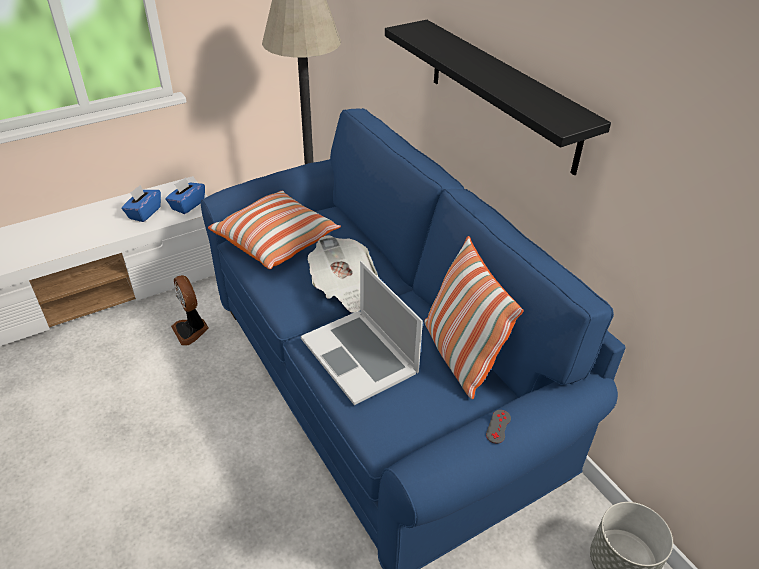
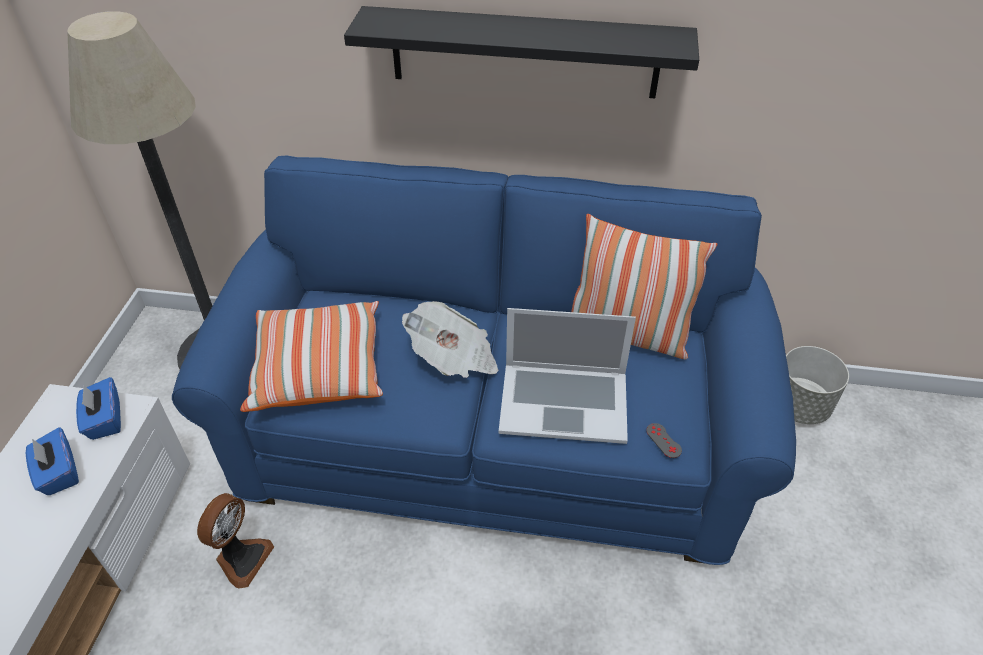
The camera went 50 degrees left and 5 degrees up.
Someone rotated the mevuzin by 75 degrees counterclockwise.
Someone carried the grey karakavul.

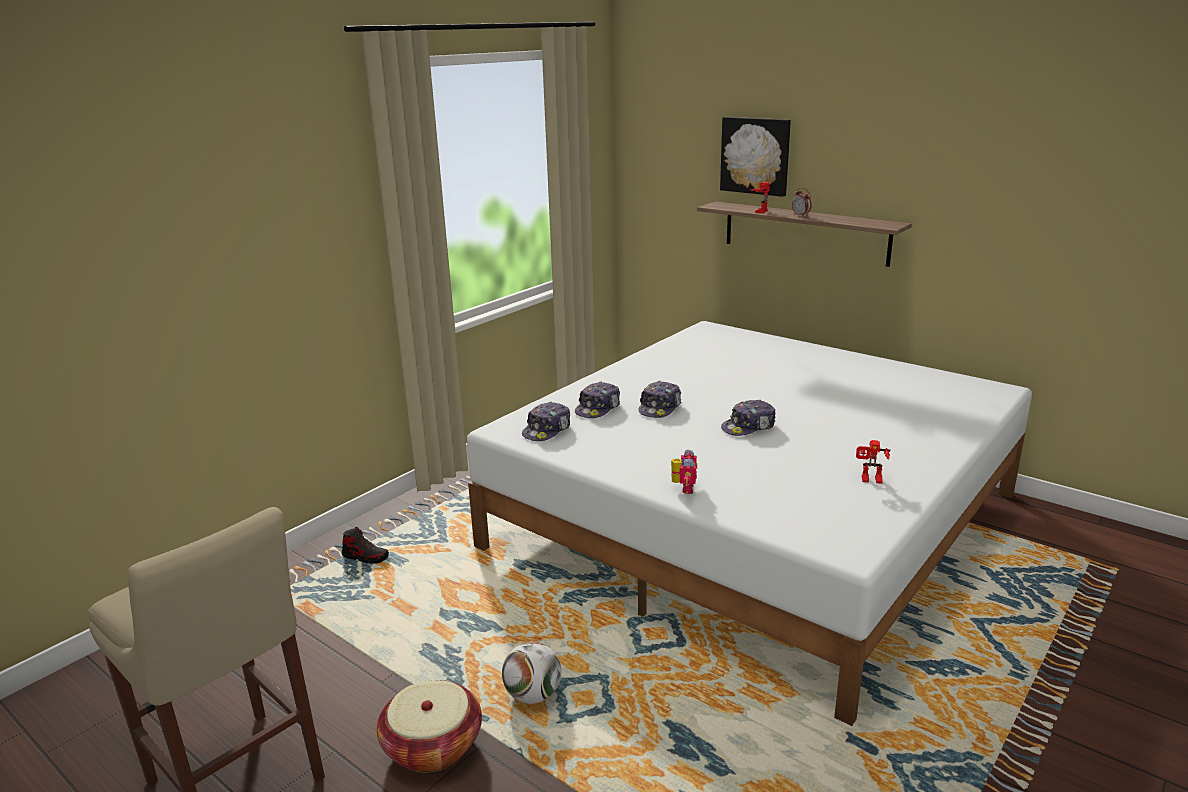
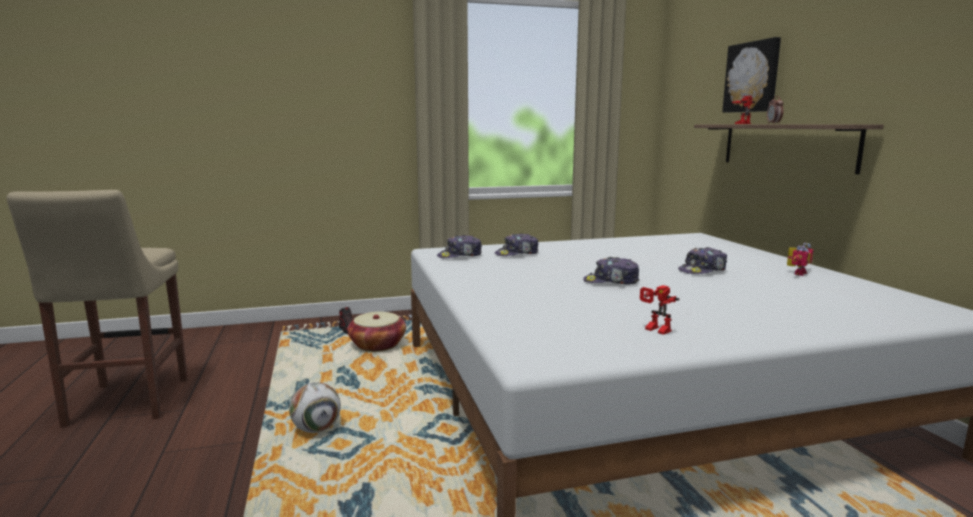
The camera went 35 degrees right and 10 degrees down.
Someone carried the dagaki.
Someone carried the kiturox (no. 3 from left in the first image).
Someone carried the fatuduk (no. 1 from left in the first image).

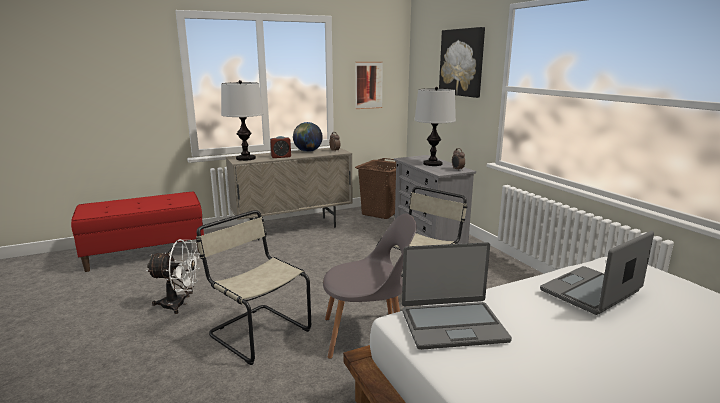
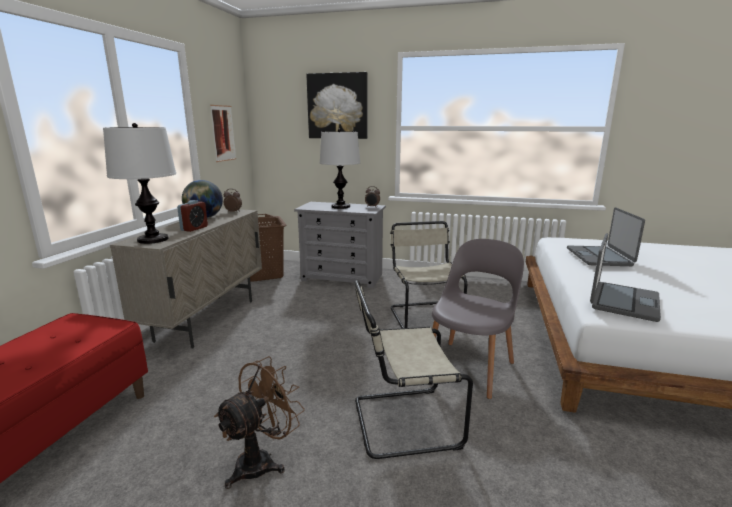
The camera went 50 degrees left and 0 degrees up.
Someone repainted the white mevuzin, which became the brown mevuzin.

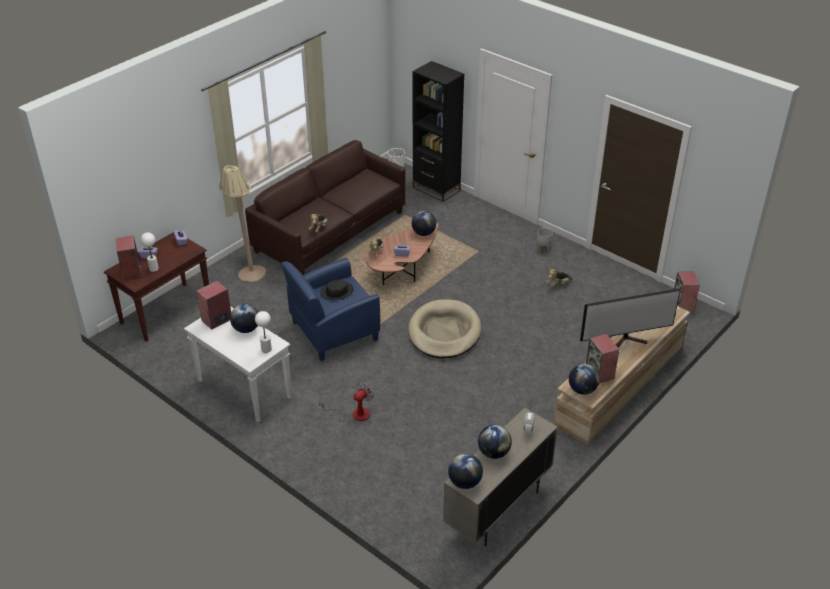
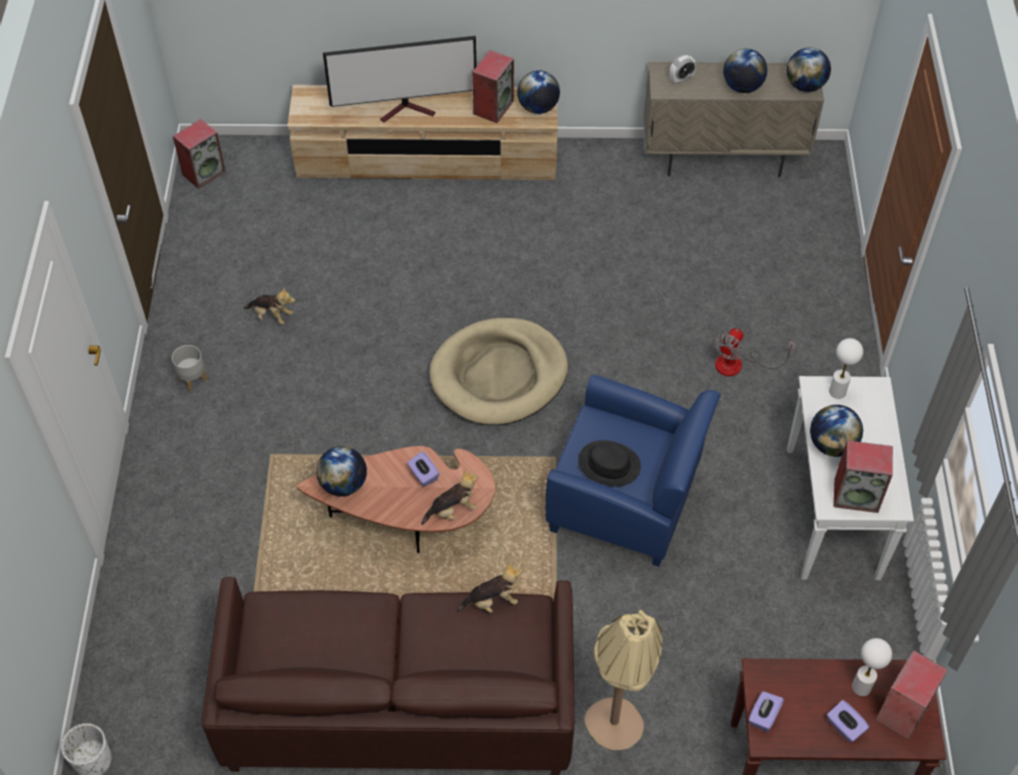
The camera went 130 degrees left and 15 degrees up.
Someone rotated the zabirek by 135 degrees clockwise.
Someone rotated the mevuzin by 60 degrees counterclockwise.
Someone took away the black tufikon.

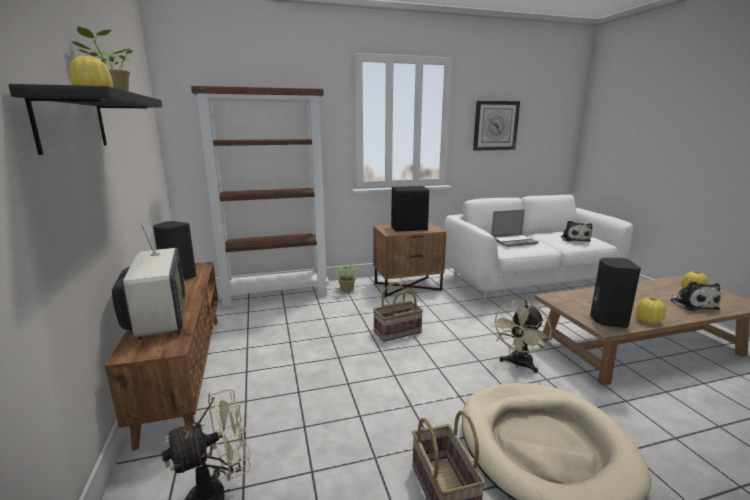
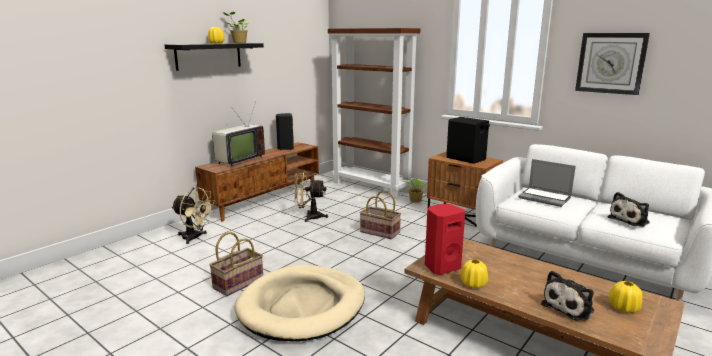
The camera went 55 degrees right and 0 degrees up.
Someone carried the beige mevuzin (no. 2 from left).
Someone repainted the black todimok (no. 3 from left), which became the red todimok.

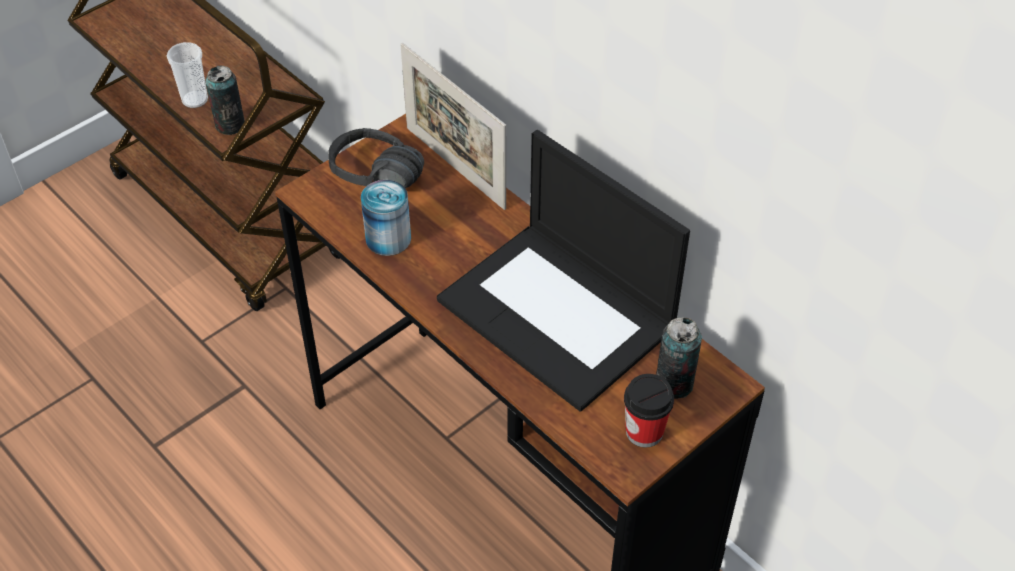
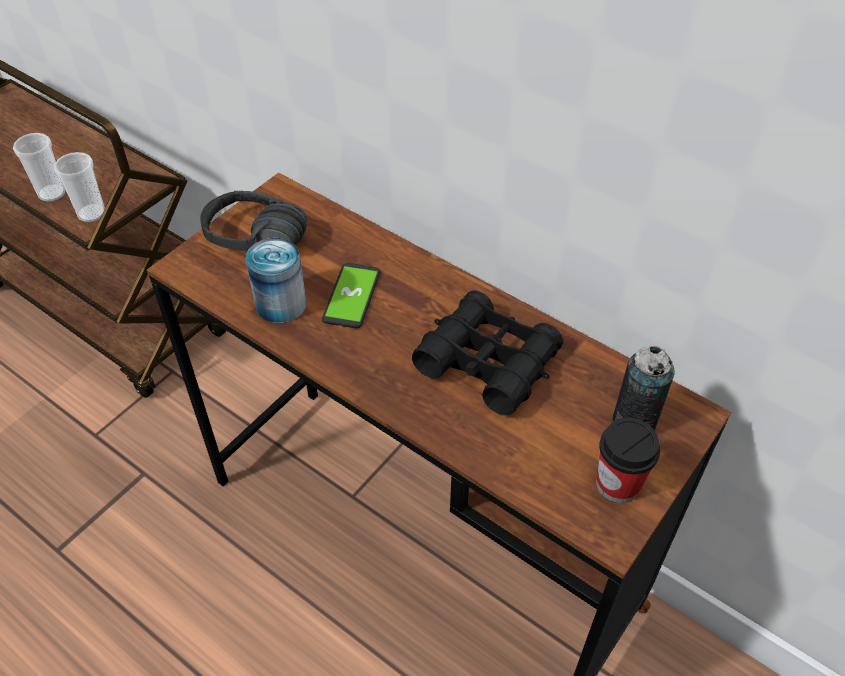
The camera went 10 degrees left and 0 degrees up.
Someone swapped the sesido (no. 1 from left) for the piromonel (no. 2 from left).
Someone put down the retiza.
Someone swapped the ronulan for the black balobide.
Someone took away the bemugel.

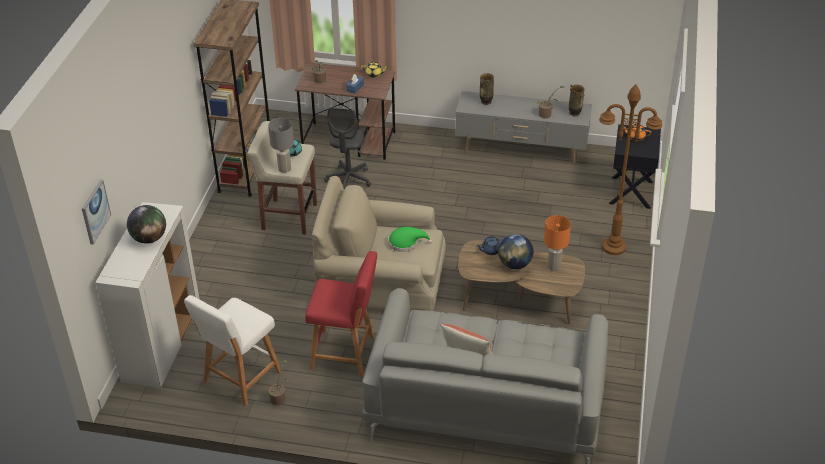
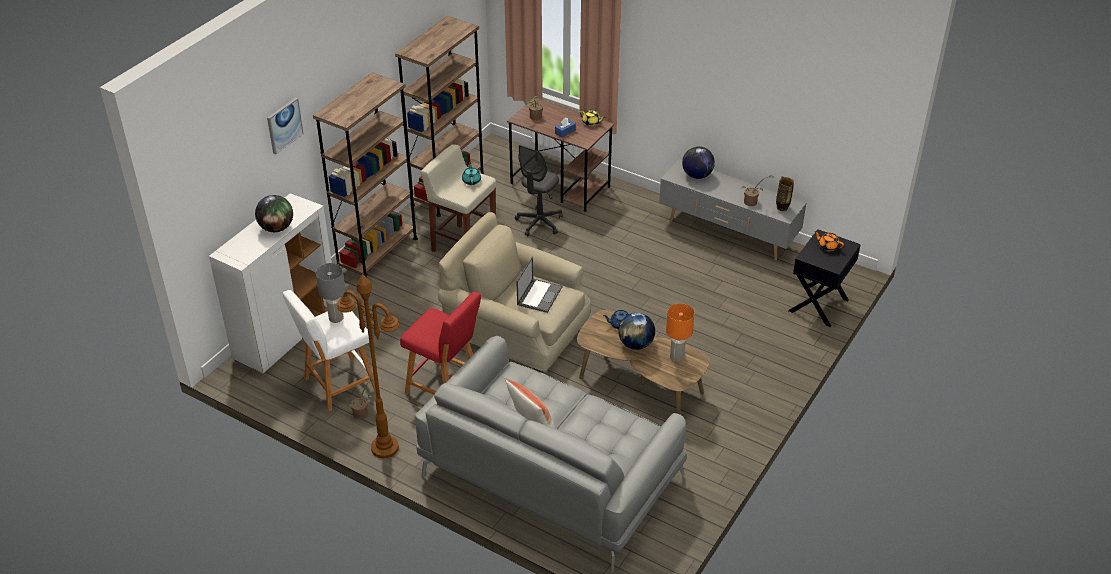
The camera went 20 degrees right and 0 degrees up.
Someone carried the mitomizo.
Someone put down the brown tufikon (no. 1 from left).
Someone carried the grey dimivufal.
Someone carried the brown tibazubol.
Someone swapped the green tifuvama for the ronulan.
Someone swapped the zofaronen (no. 1 from left) for the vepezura (no. 3 from left).

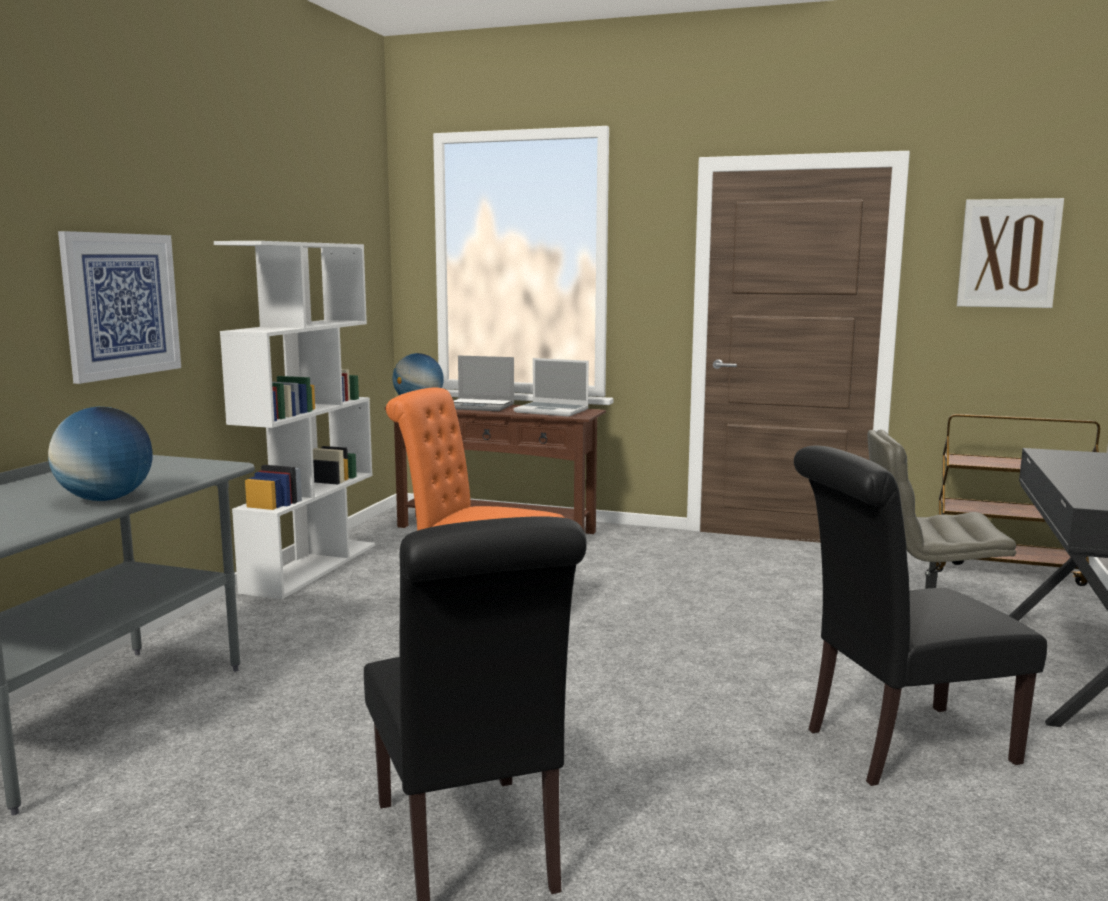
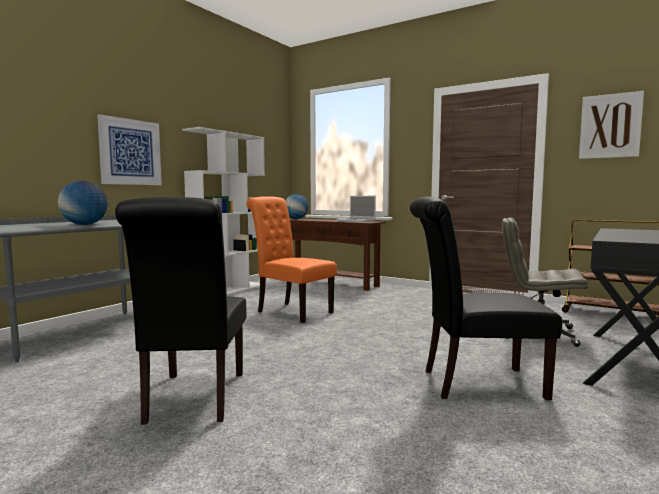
The camera went 15 degrees right and 5 degrees down.
Someone took away the ronulan (no. 1 from left).

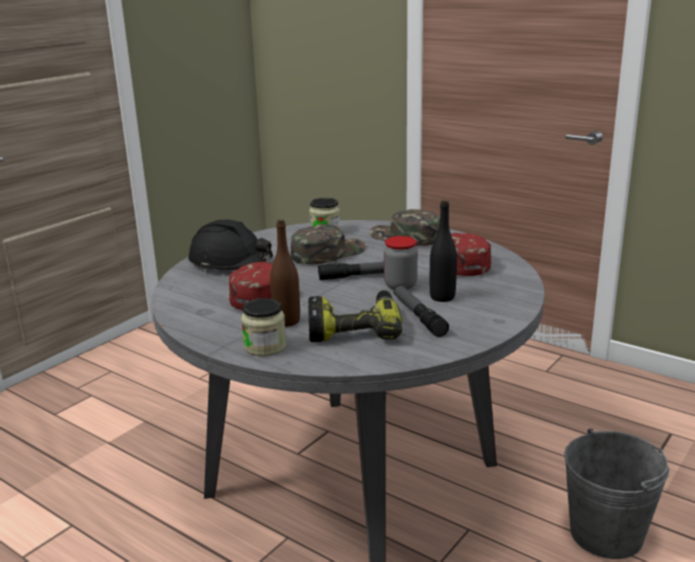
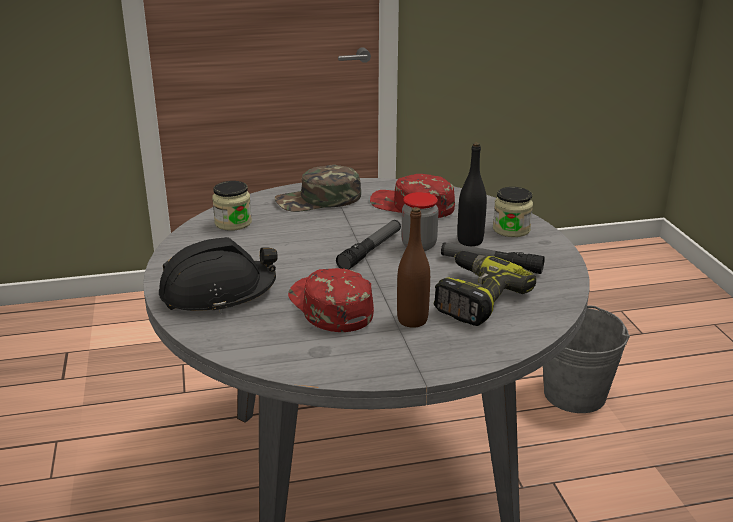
The camera went 50 degrees left and 5 degrees up.
Someone carried the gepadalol (no. 1 from left in the first image).
Someone took away the green kiturox (no. 1 from left).

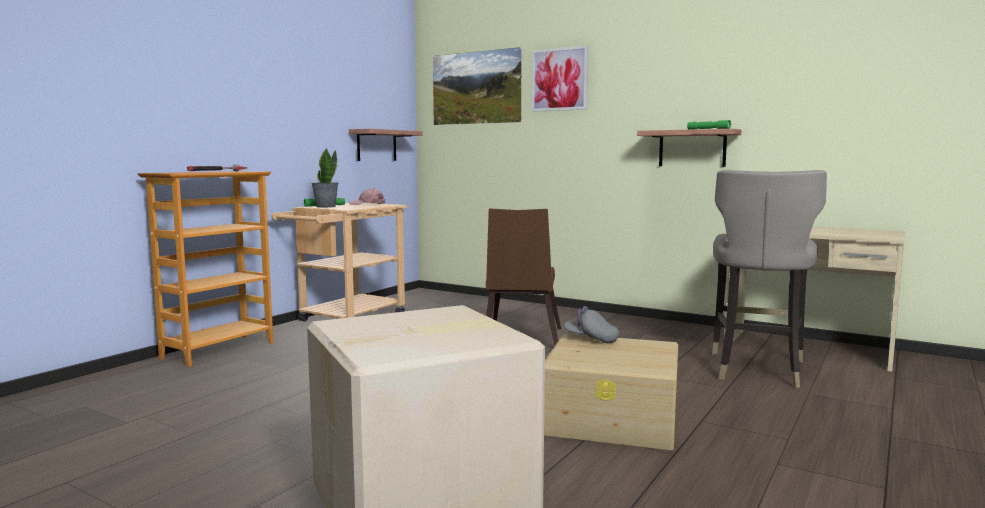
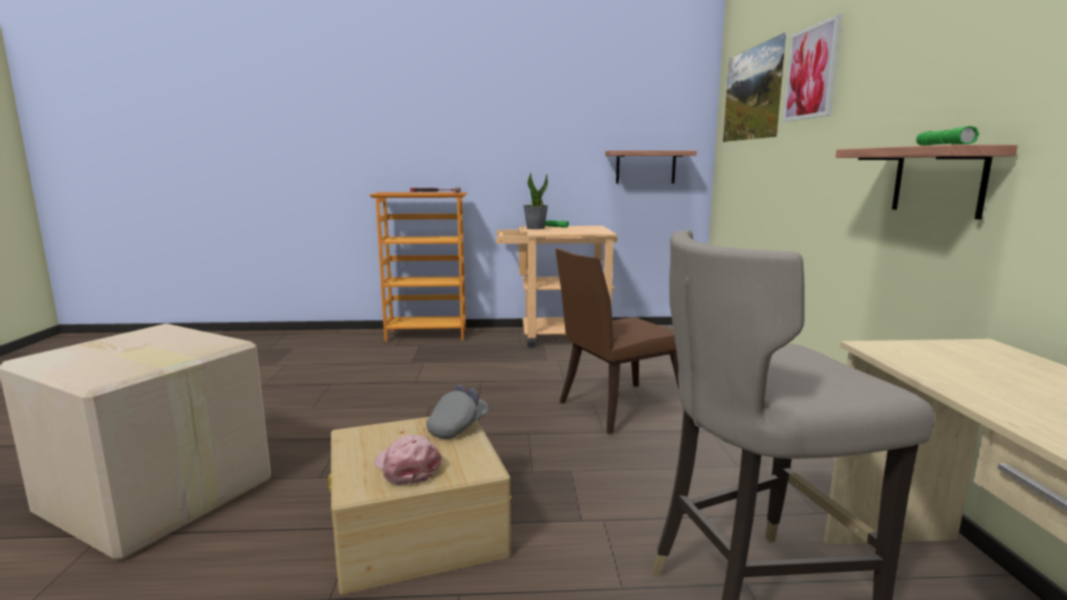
The camera went 55 degrees right and 5 degrees up.
Someone carried the pink kiturox.
Someone rotated the grey kiturox by 45 degrees clockwise.

